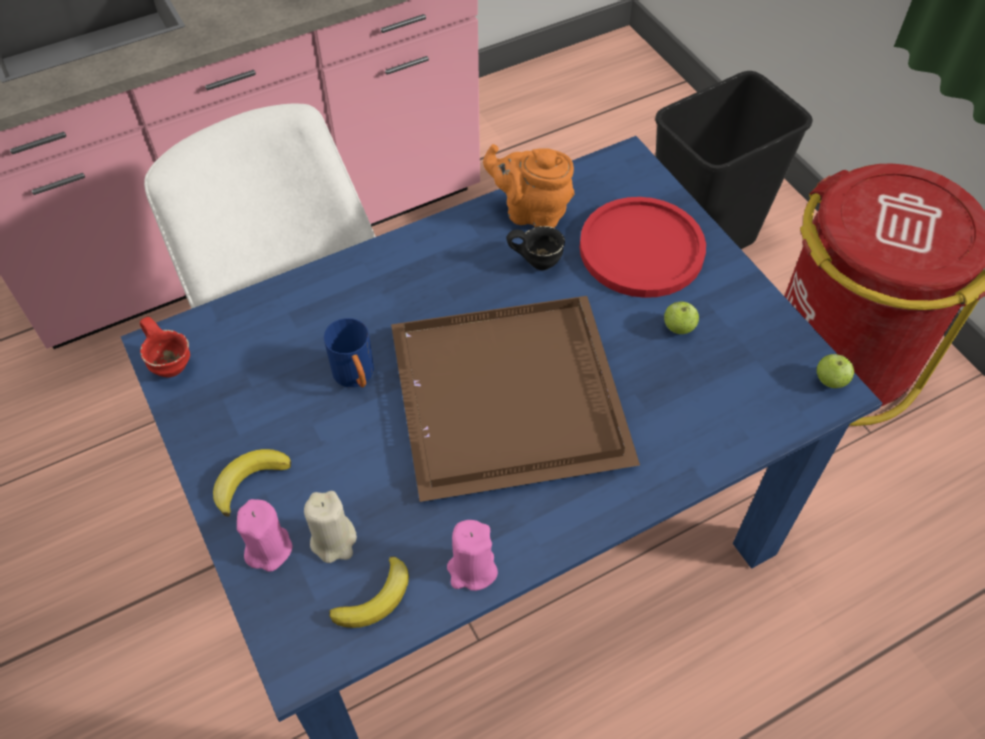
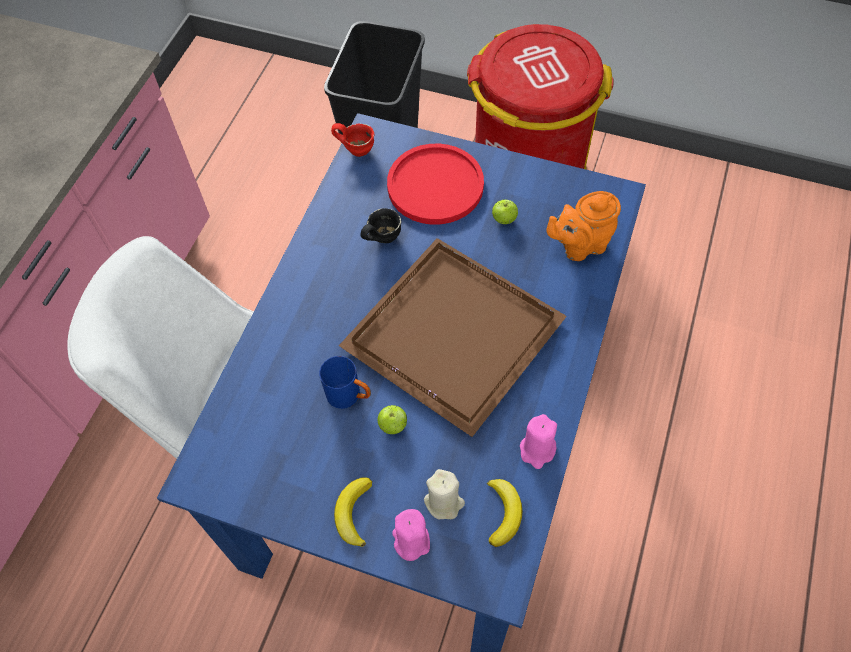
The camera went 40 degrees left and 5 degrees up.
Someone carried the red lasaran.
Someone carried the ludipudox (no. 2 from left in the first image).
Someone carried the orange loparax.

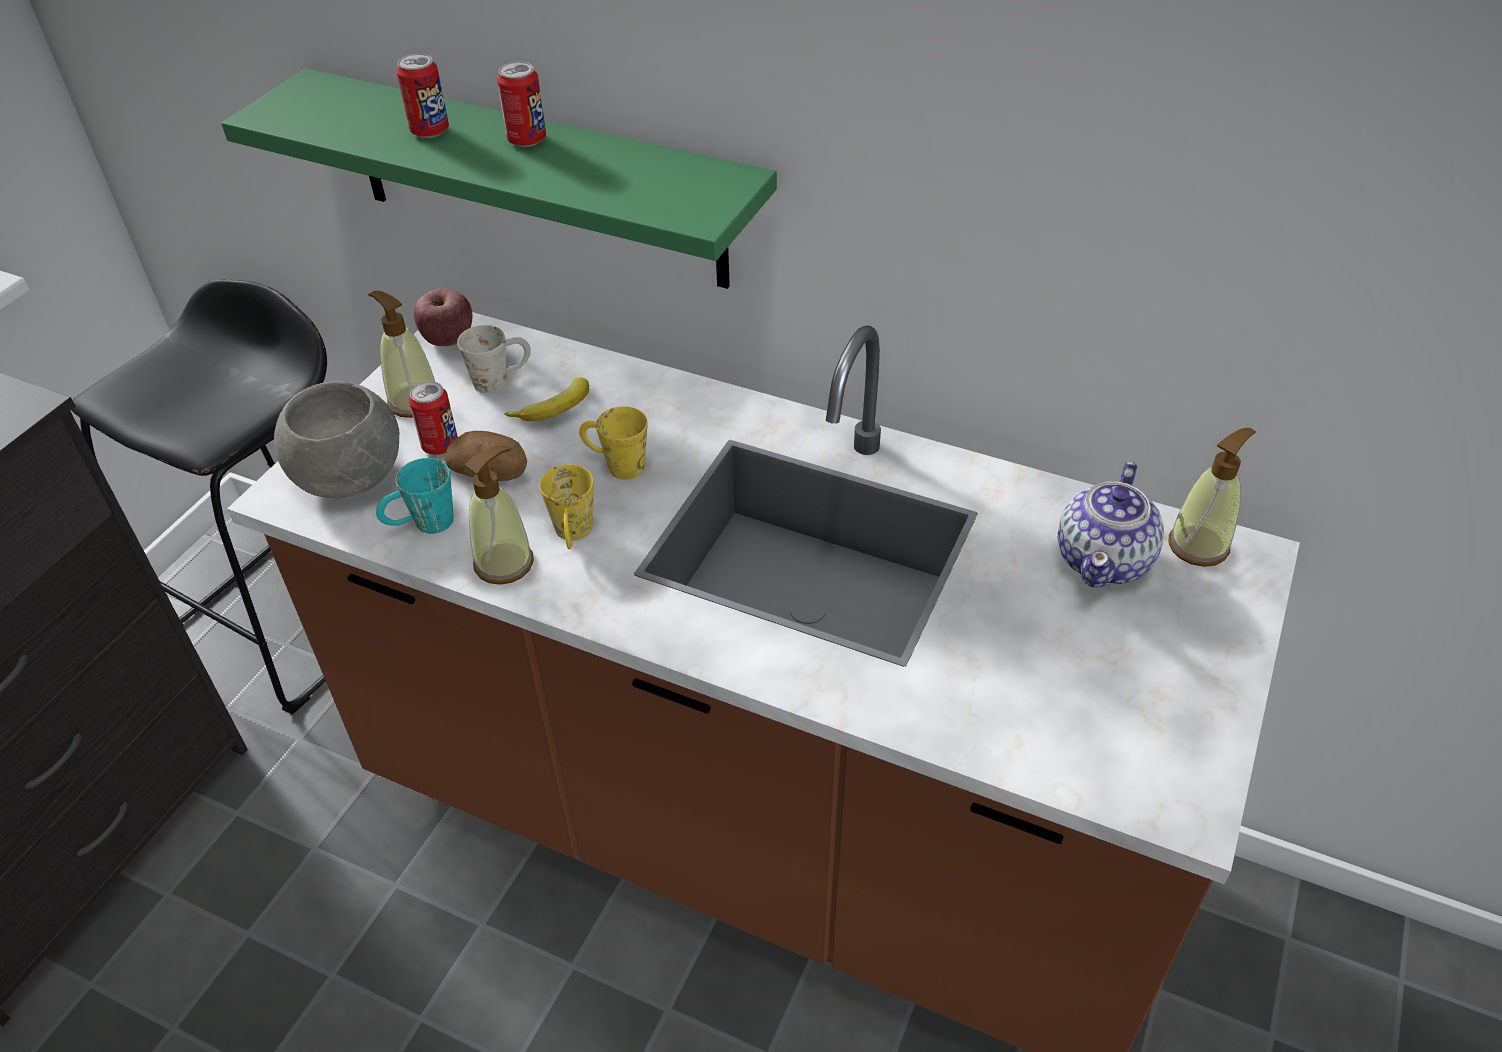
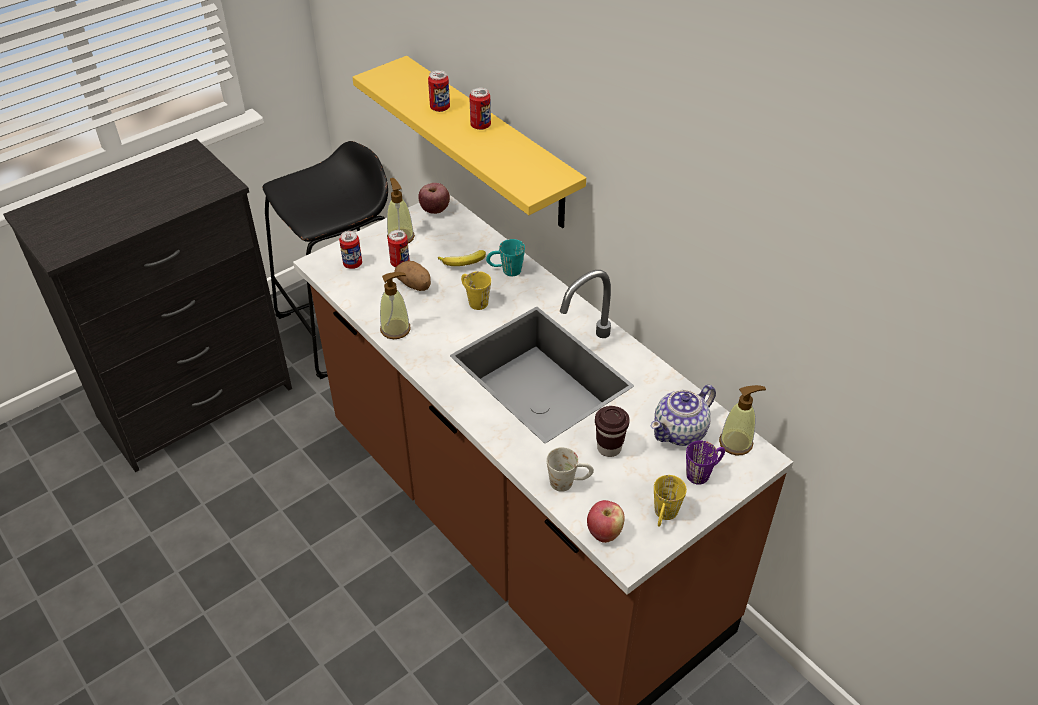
The camera went 25 degrees right and 0 degrees up.
Someone swapped the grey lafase for the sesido (no. 1 from left).
Someone repainted the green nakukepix, which became the yellow nakukepix.
Someone carried the turquoise lasaran.
Someone carried the white lasaran.
Someone put down the ludipudox (no. 2 from left).
Someone put down the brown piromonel.
Someone carried the yellow lasaran (no. 1 from left in the first image).
Someone put down the purple lasaran.

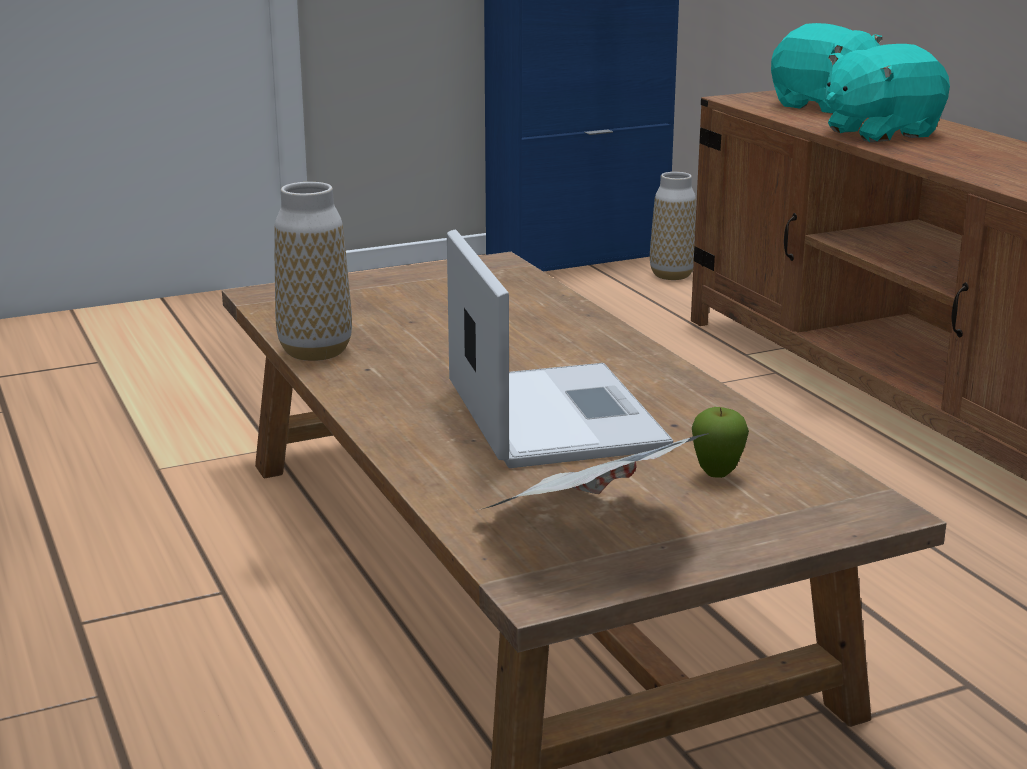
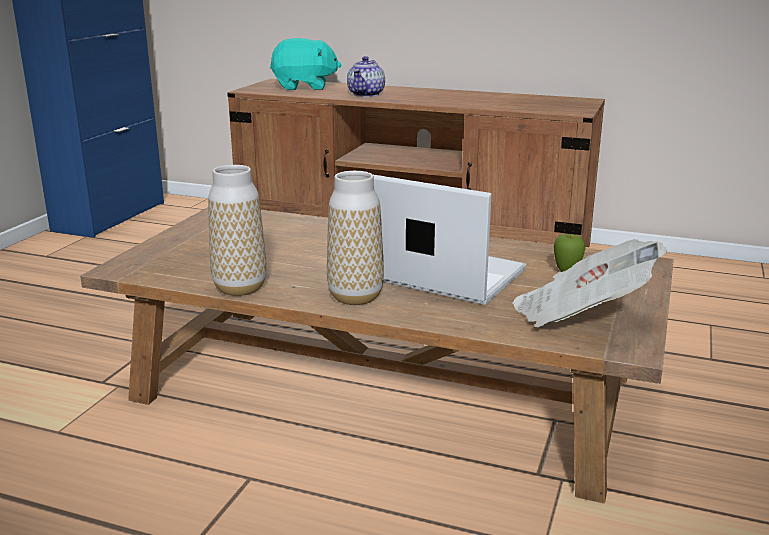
The camera went 45 degrees left and 0 degrees up.
Someone carried the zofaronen (no. 2 from left).
Someone swapped the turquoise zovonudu (no. 2 from left) for the loparax.

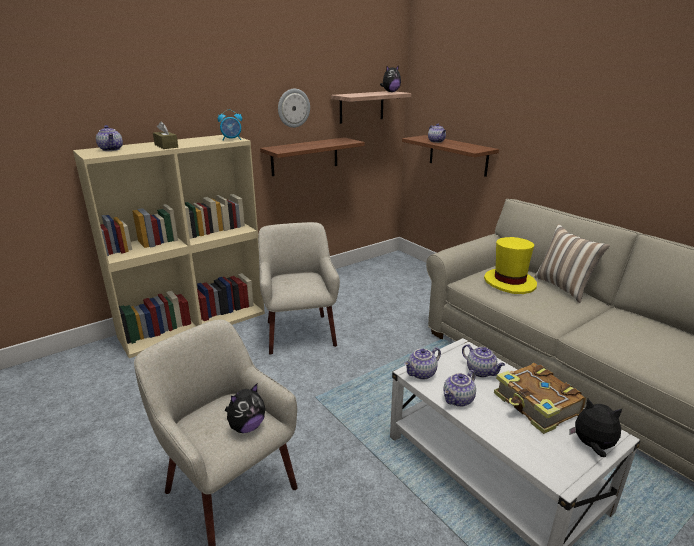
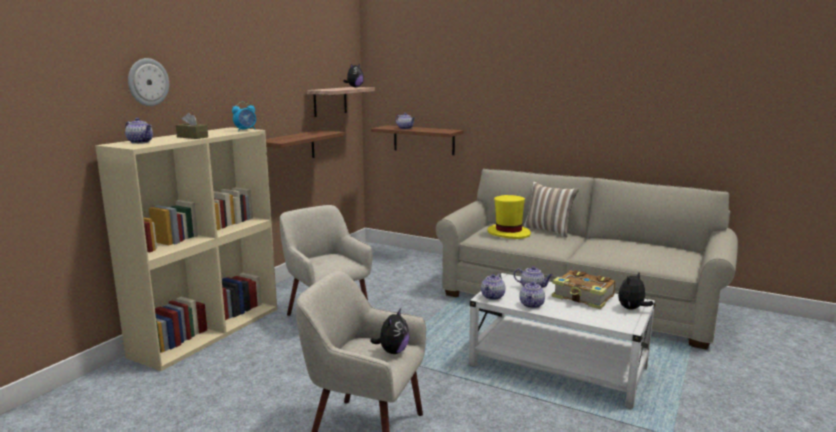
The camera went 25 degrees left and 10 degrees down.
Someone carried the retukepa.
Someone rotated the zovonudu (no. 3 from left) by 45 degrees counterclockwise.

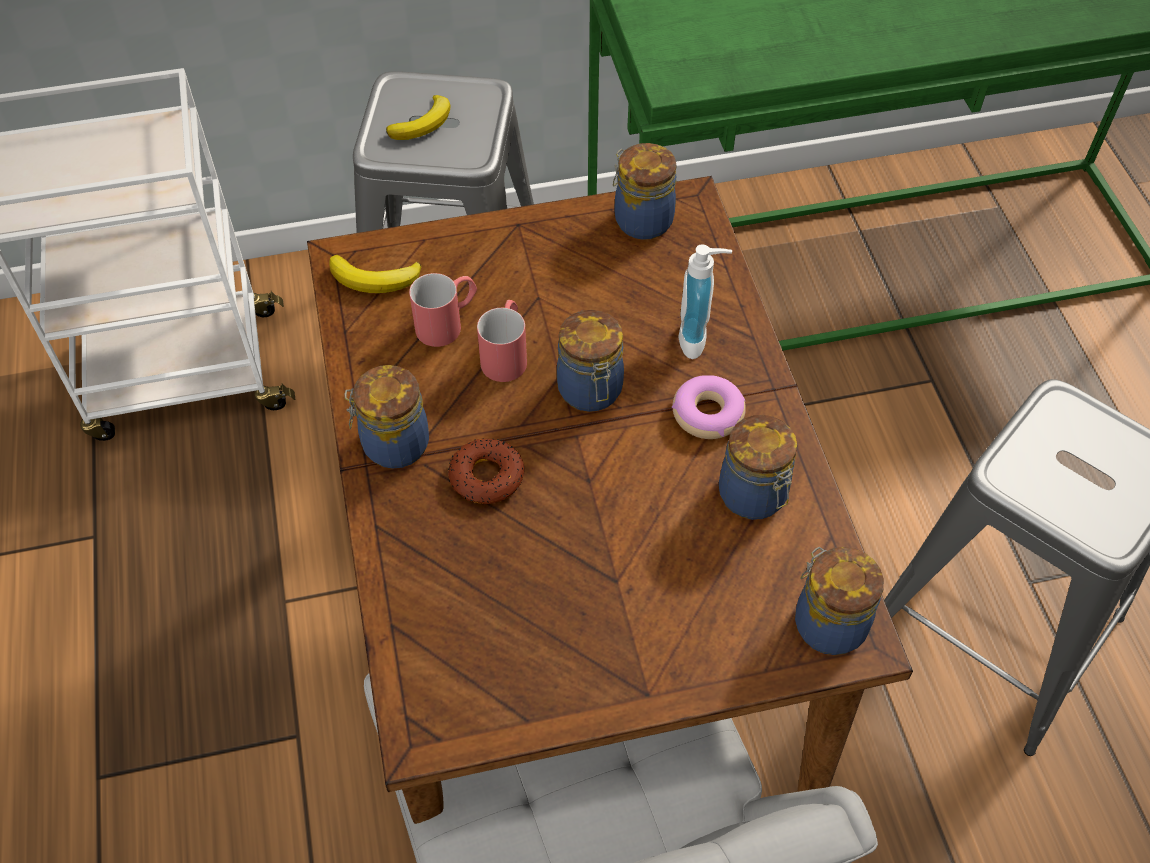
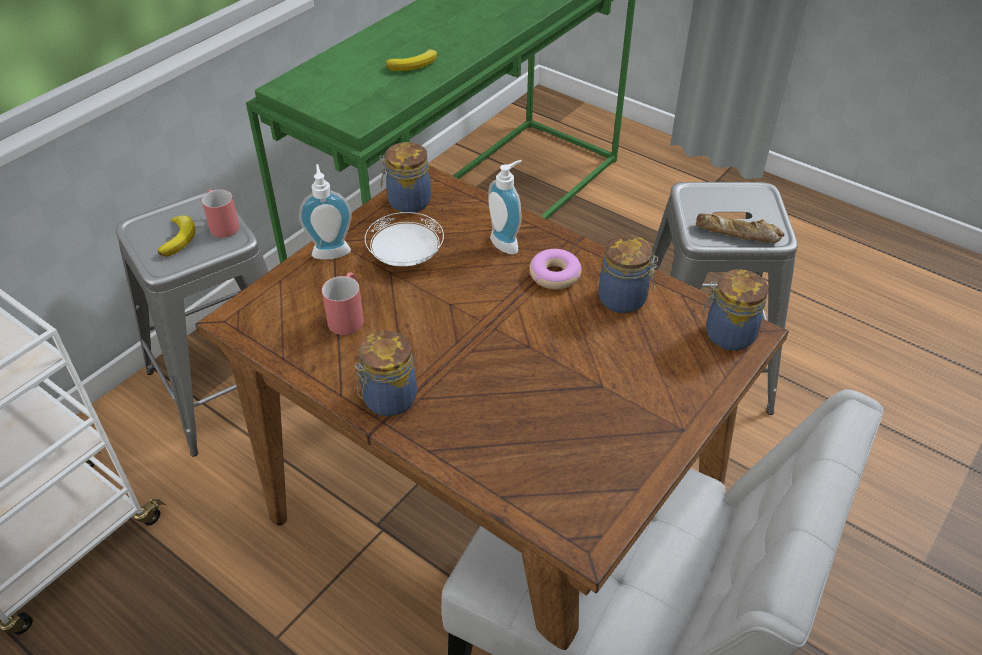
The camera went 40 degrees left and 10 degrees down.
Someone carried the red lasaran (no. 2 from left in the first image).
Someone put down the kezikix (no. 1 from left).
Someone put down the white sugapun.
Someone carried the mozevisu (no. 1 from left in the first image).
Someone put down the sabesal.
Someone took away the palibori (no. 1 from left).
Someone took away the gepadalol (no. 2 from left).

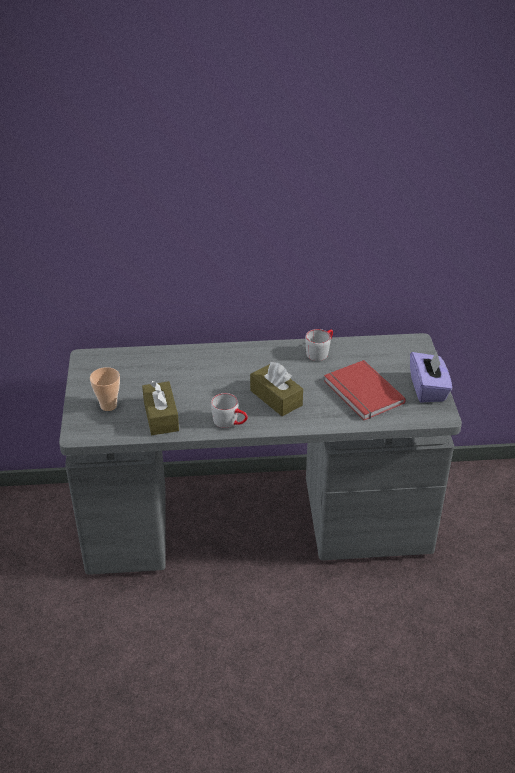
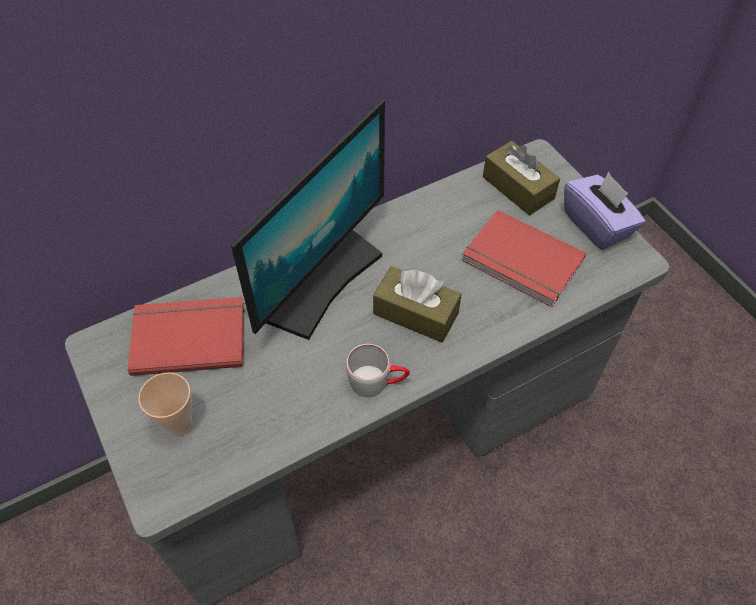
The camera went 25 degrees left and 15 degrees up.
Someone put down the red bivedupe (no. 1 from left).
Someone put down the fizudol.
Someone carried the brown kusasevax (no. 1 from left in the first image).
Someone took away the grey lasaran (no. 2 from left).

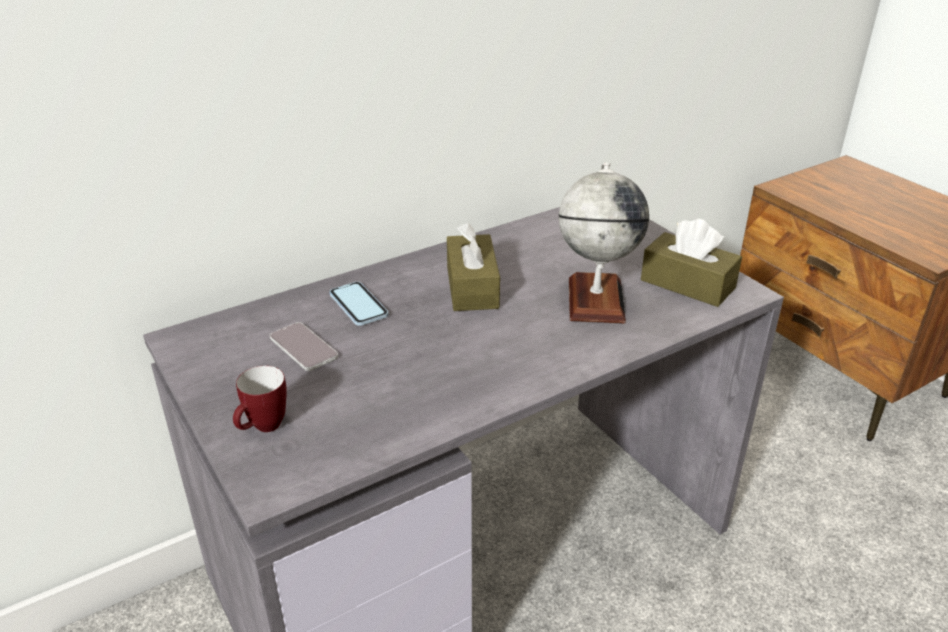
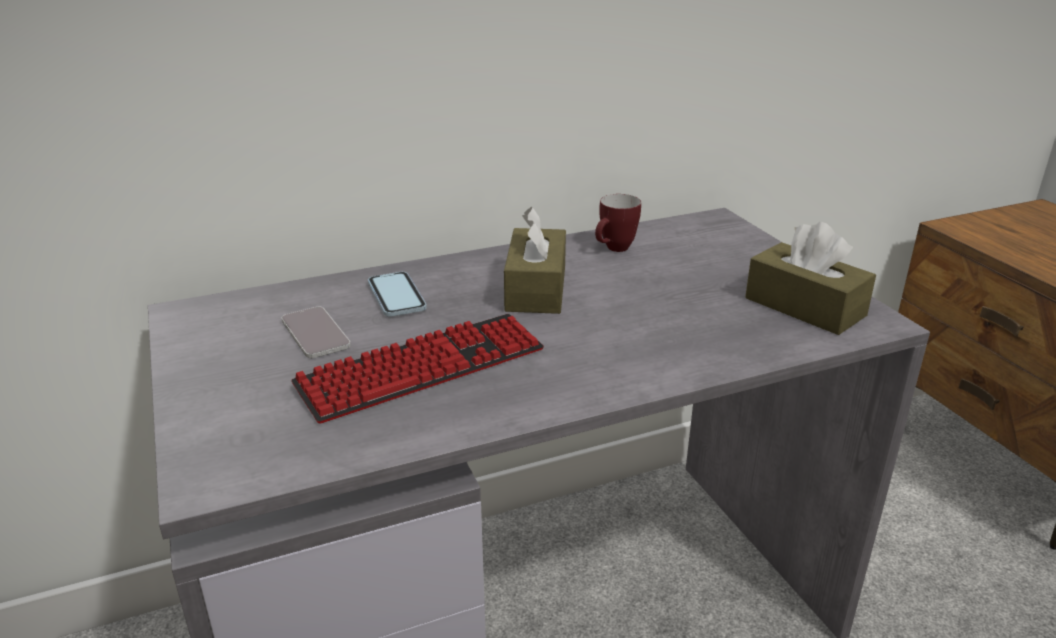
The camera went 10 degrees right and 5 degrees down.
Someone put down the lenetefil.
Someone carried the lasaran.
Someone took away the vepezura.

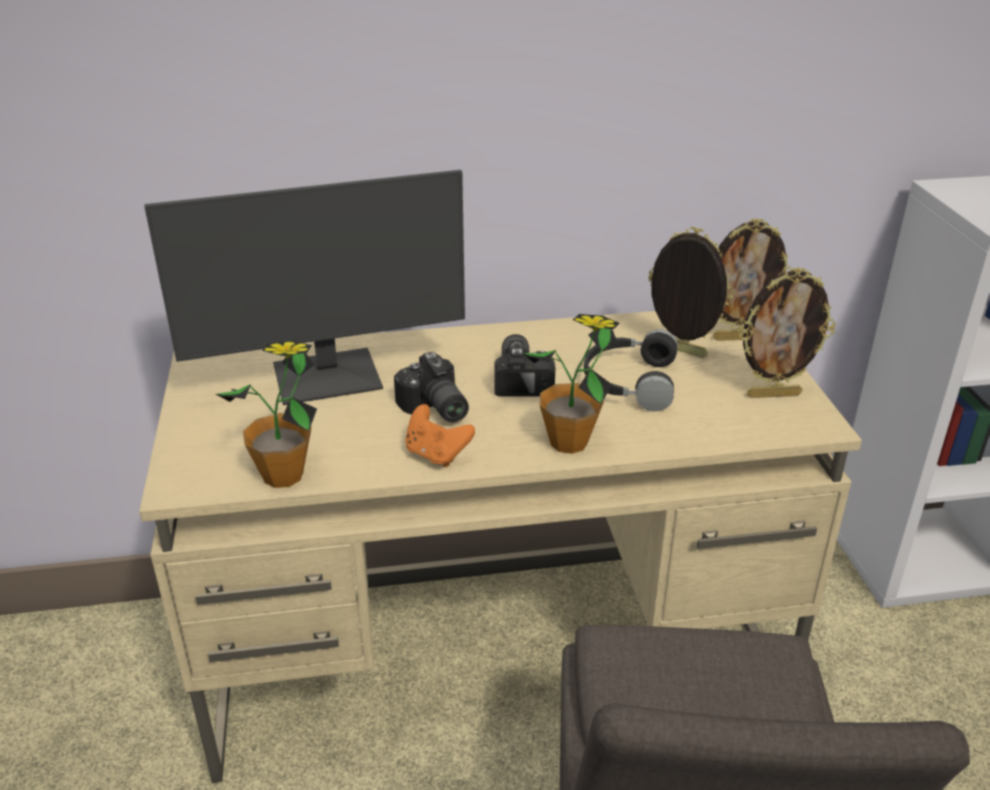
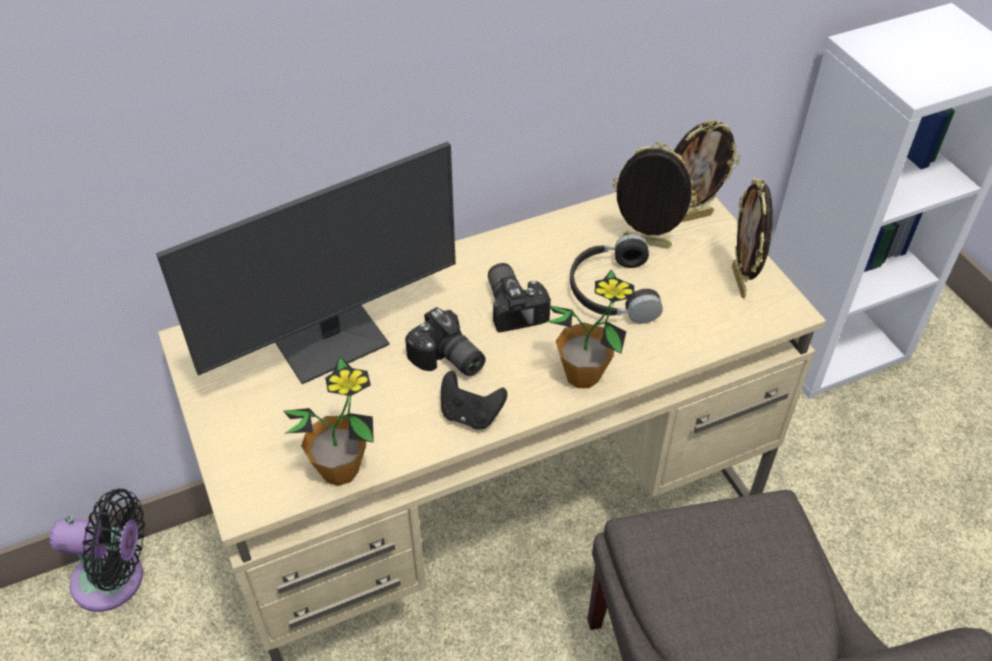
The camera went 15 degrees left and 15 degrees up.
Someone put down the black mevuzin.
Someone repainted the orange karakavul, which became the black karakavul.
Someone rotated the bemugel (no. 3 from left) by 105 degrees clockwise.

